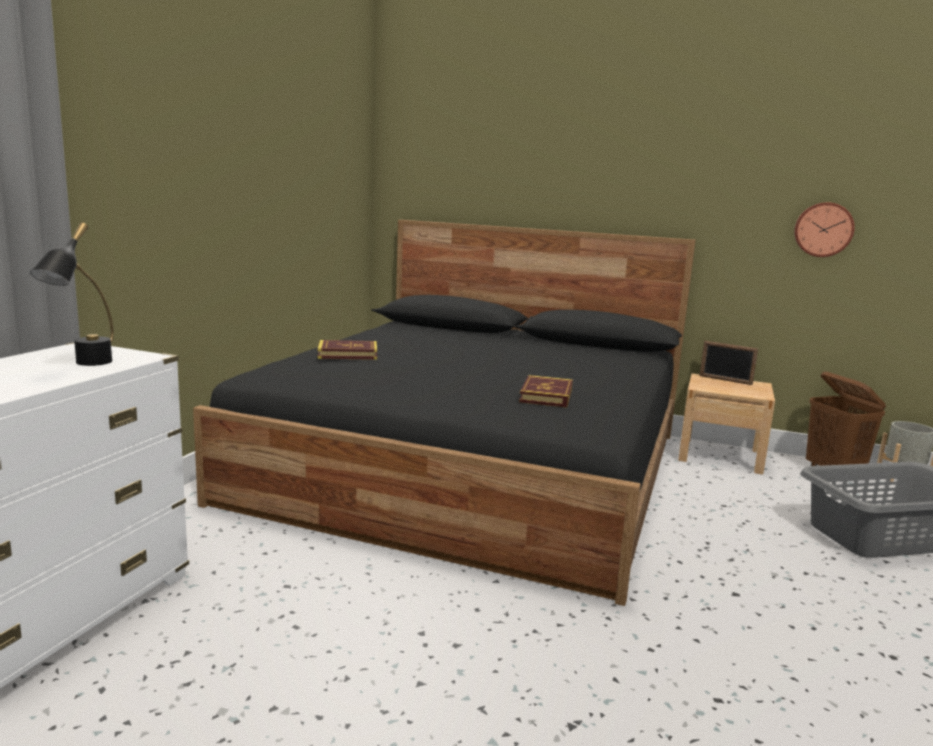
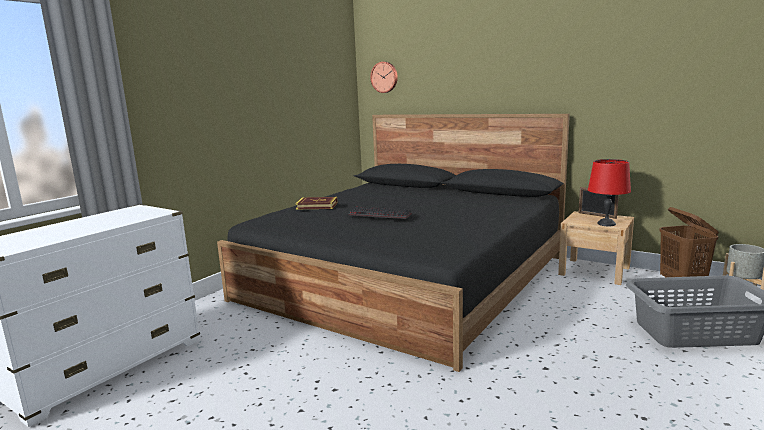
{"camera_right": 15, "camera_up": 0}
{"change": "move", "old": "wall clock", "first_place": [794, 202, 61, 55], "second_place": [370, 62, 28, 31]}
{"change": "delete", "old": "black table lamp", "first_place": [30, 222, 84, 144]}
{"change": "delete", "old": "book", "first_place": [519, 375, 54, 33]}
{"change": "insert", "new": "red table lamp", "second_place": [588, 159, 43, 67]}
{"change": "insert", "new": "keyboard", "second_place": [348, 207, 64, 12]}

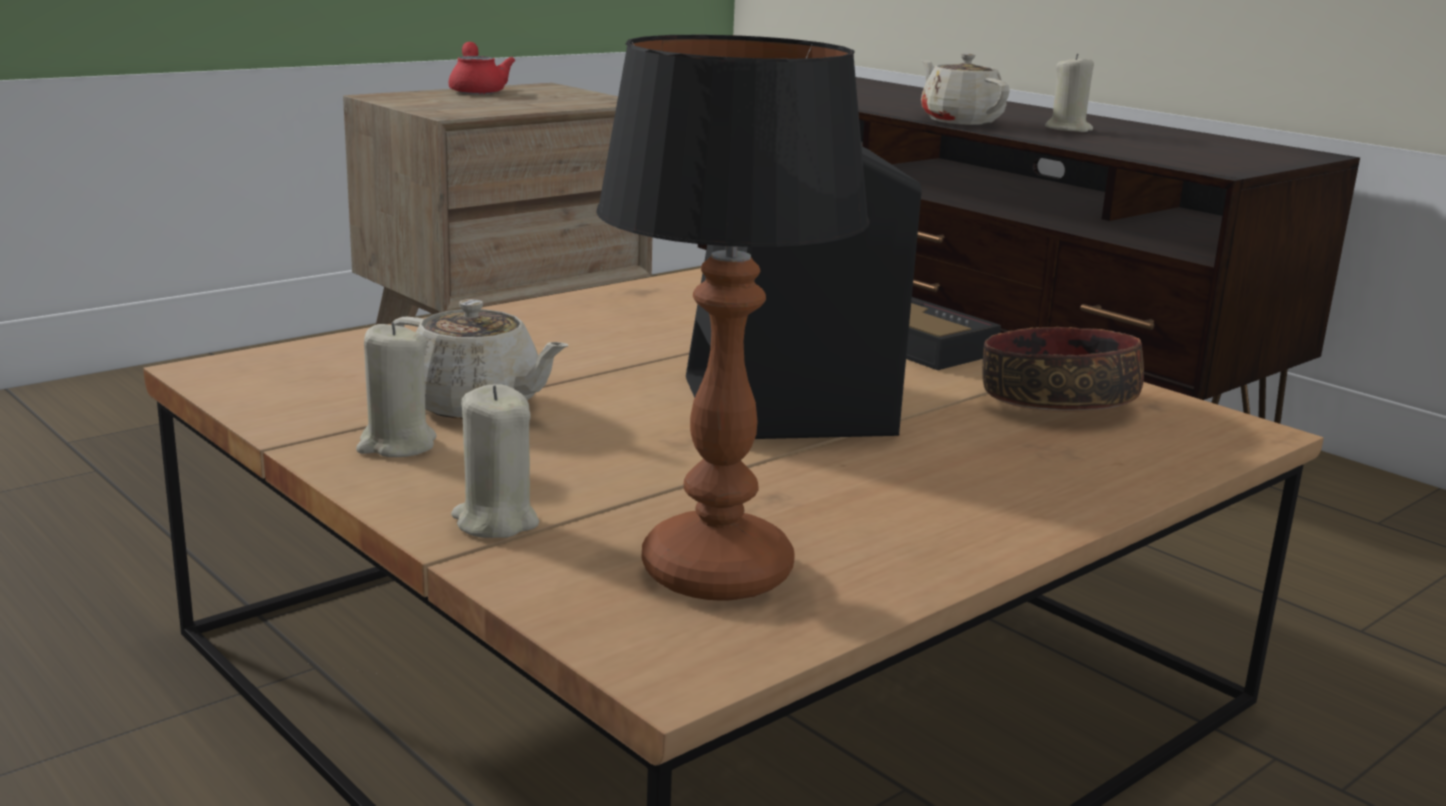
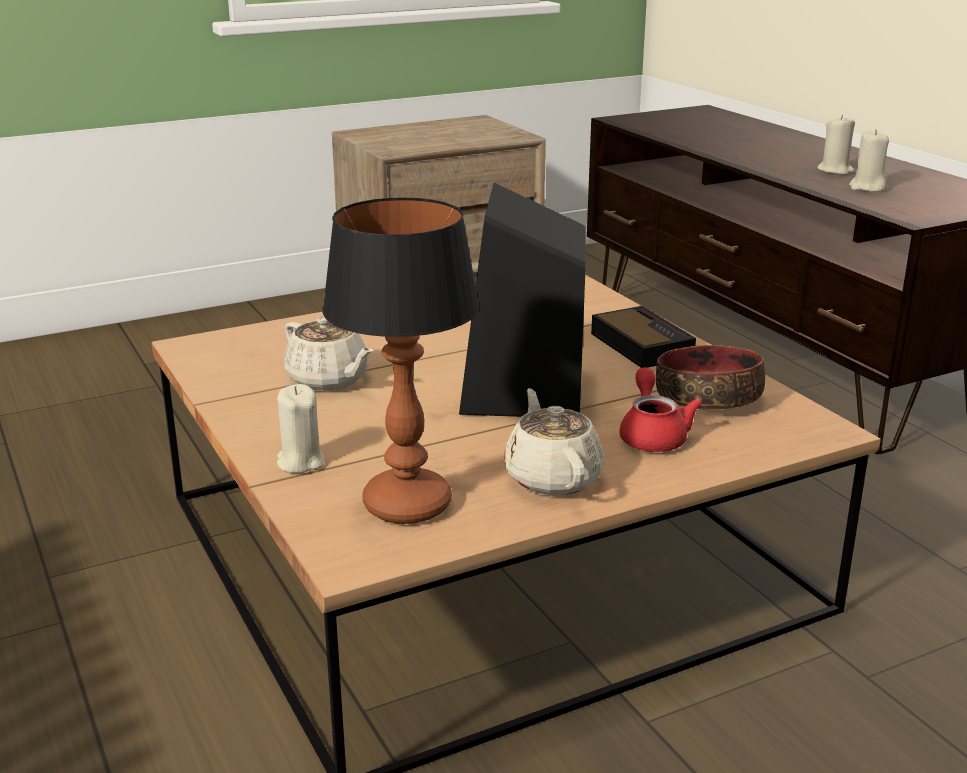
{"camera_right": 15, "camera_up": 5}
{"change": "move", "old": "red teapot", "first_place": [449, 42, 66, 52], "second_place": [620, 367, 82, 85]}
{"change": "move", "old": "beige teapot", "first_place": [921, 53, 89, 72], "second_place": [504, 388, 101, 108]}
{"change": "move", "old": "beige candle", "first_place": [356, 322, 81, 135], "second_place": [849, 129, 40, 63]}

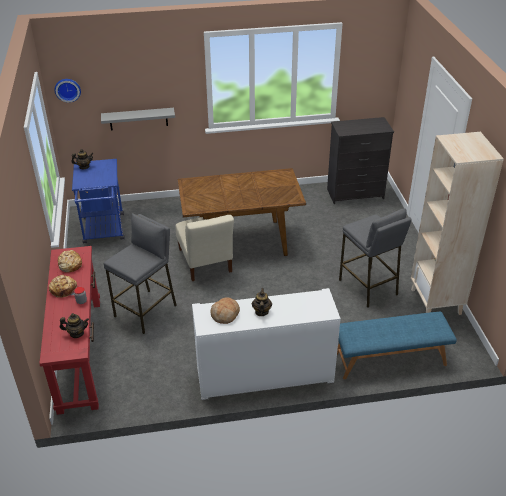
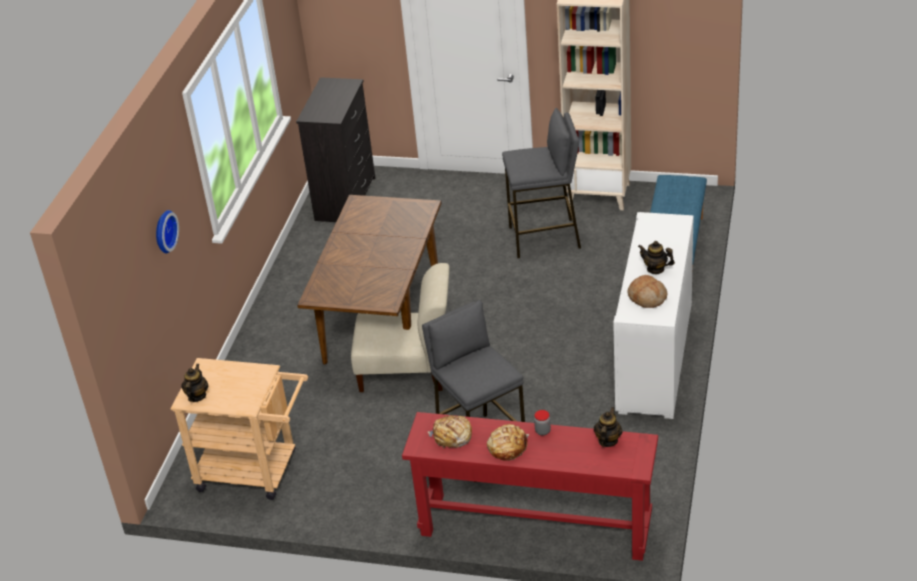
{"camera_right": -65, "camera_up": 0}
{"change": "move", "old": "wall clock", "first_place": [55, 79, 26, 24], "second_place": [156, 210, 23, 44]}
{"change": "delete", "old": "grey shelf", "first_place": [101, 108, 74, 23]}
{"change": "recolor", "old": "blue cart", "new": "beige cart", "first_place": [72, 159, 53, 85], "second_place": [170, 358, 138, 142]}

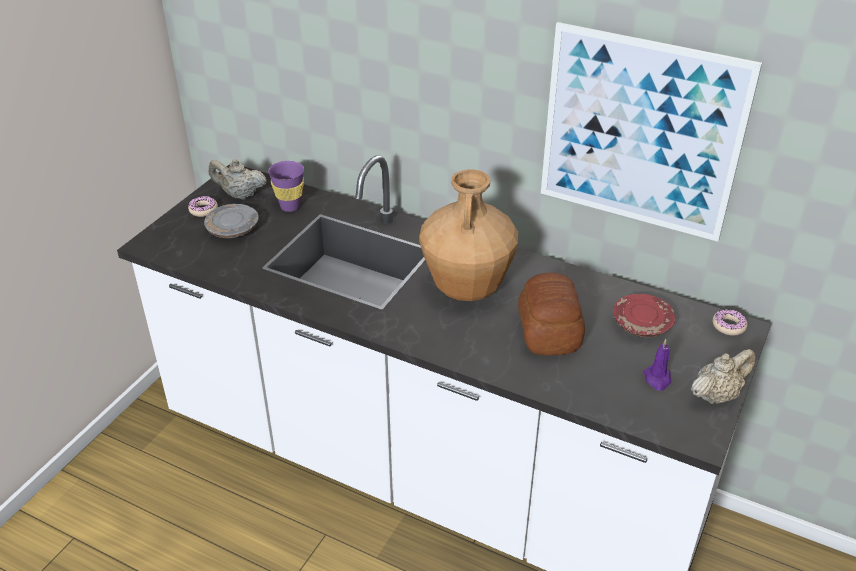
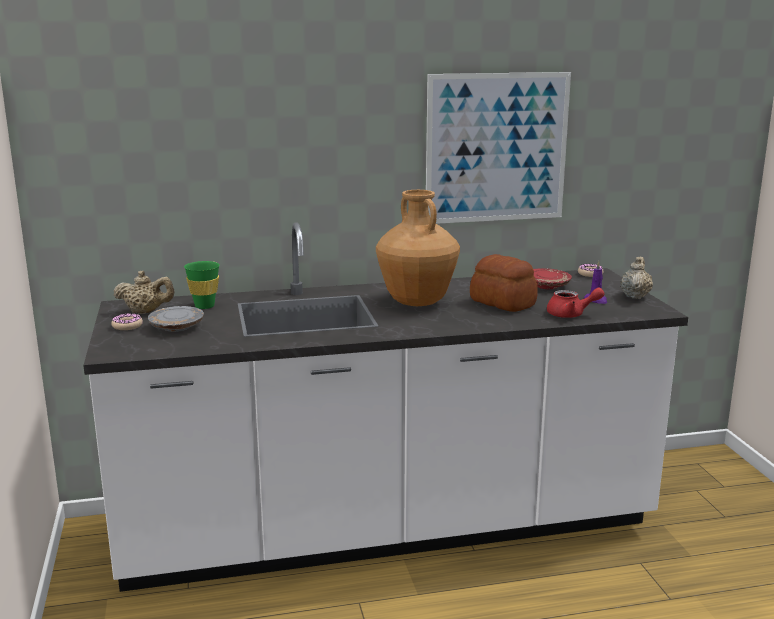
{"camera_right": -40, "camera_up": -20}
{"change": "rotate", "old": "beige teapot", "first_place": [208, 159, 59, 41], "second_place": [113, 271, 61, 43], "degrees": -150}
{"change": "recolor", "old": "purple cup", "new": "green cup", "first_place": [268, 161, 36, 51], "second_place": [184, 261, 36, 48]}
{"change": "insert", "new": "red teapot", "second_place": [547, 288, 57, 30]}

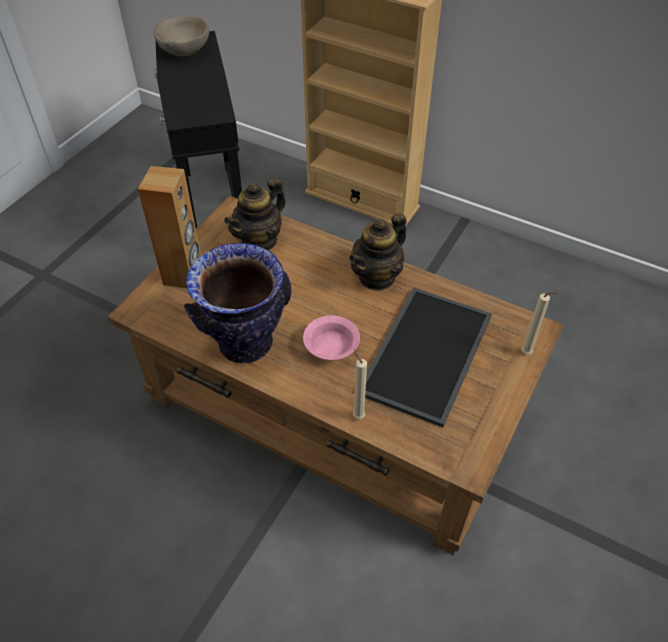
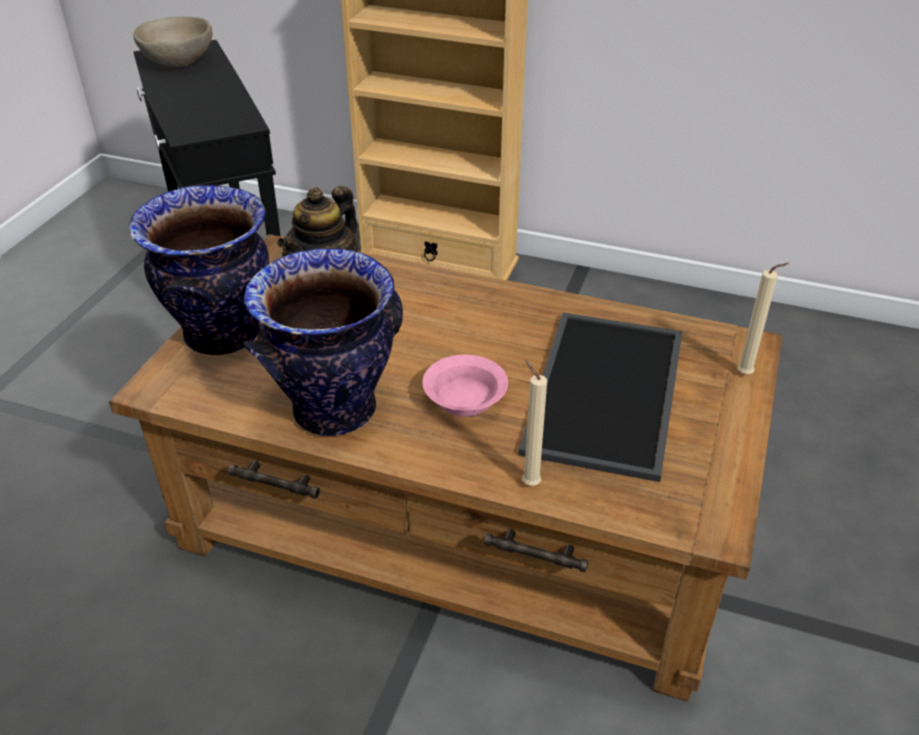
{"camera_right": -10, "camera_up": -10}
{"change": "replace", "old": "brown speaker", "new": "vase", "first_place": [138, 166, 63, 122], "second_place": [129, 185, 140, 170]}
{"change": "delete", "old": "teapot", "first_place": [349, 213, 58, 78]}

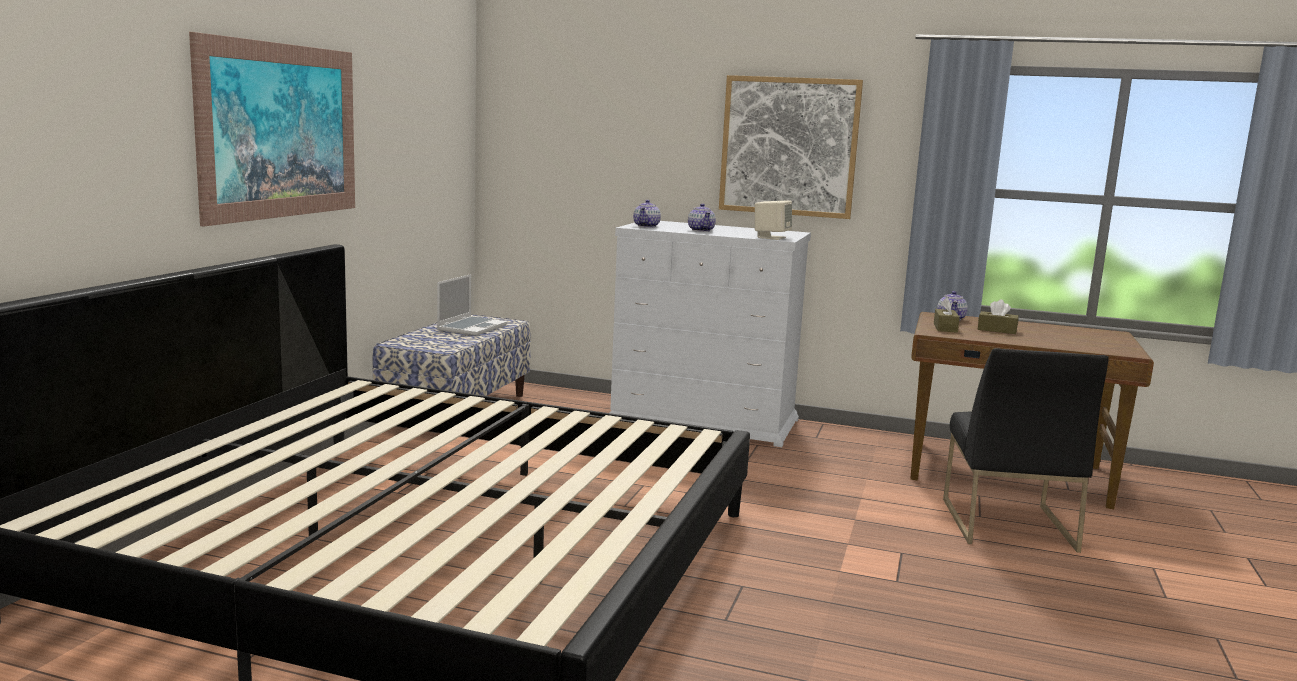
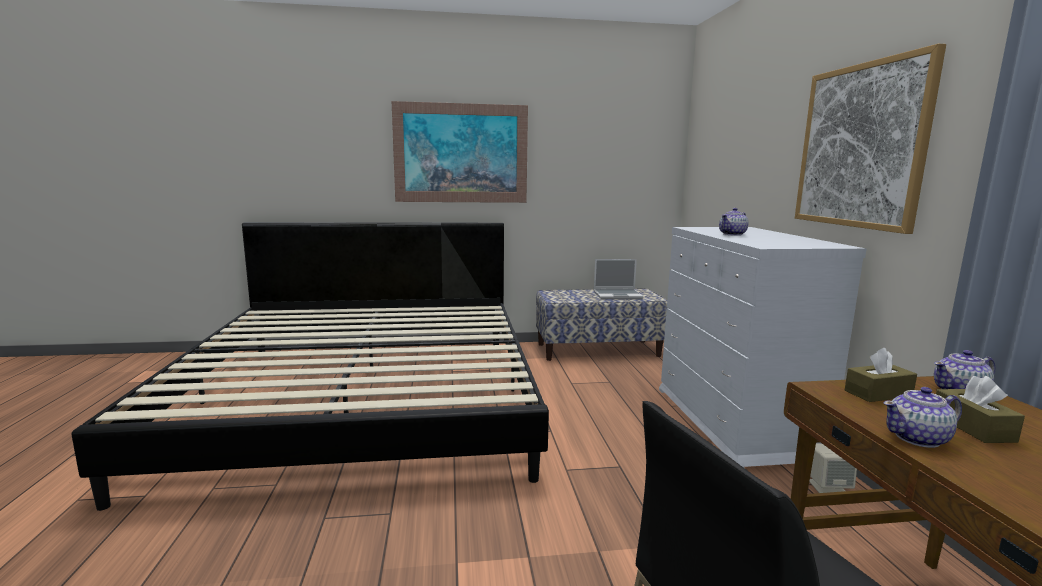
{"camera_right": 65, "camera_up": 0}
{"change": "move", "old": "teapot", "first_place": [633, 200, 28, 28], "second_place": [883, 387, 79, 61]}
{"change": "move", "old": "beige speaker", "first_place": [755, 201, 37, 39], "second_place": [809, 444, 48, 49]}

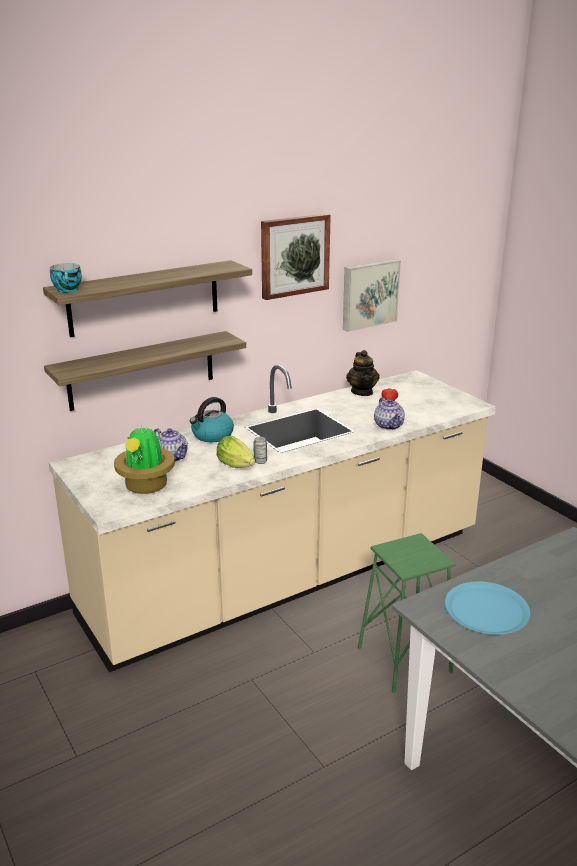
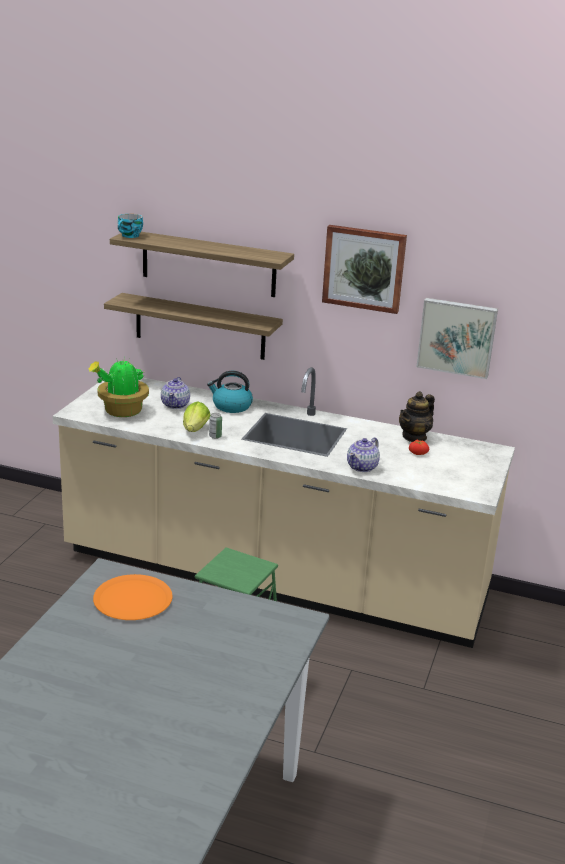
{"camera_right": 50, "camera_up": 0}
{"change": "recolor", "old": "blue plate", "new": "orange plate", "first_place": [445, 582, 85, 52], "second_place": [93, 574, 80, 46]}

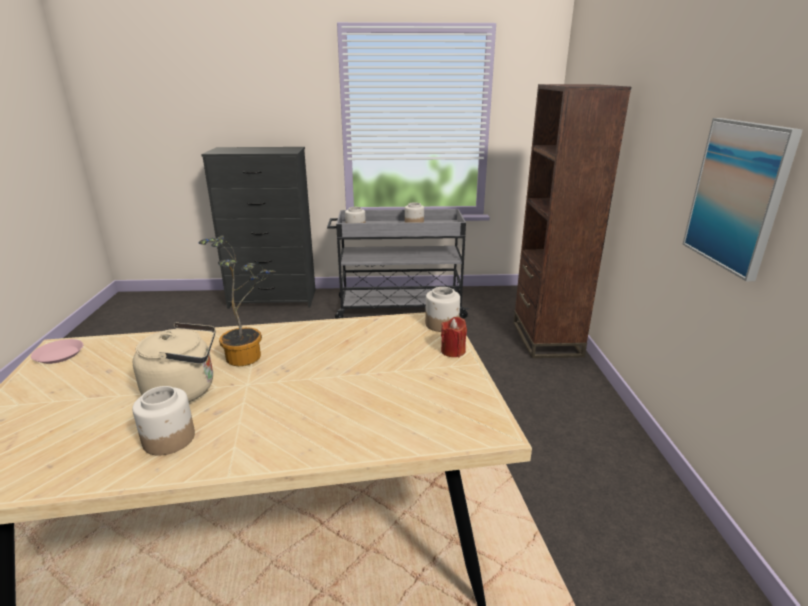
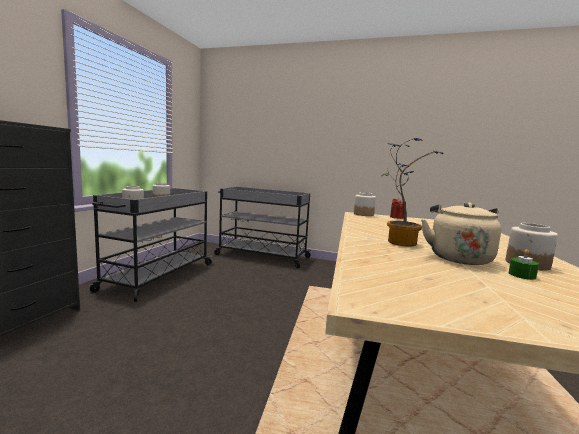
{"camera_right": -70, "camera_up": -15}
{"change": "replace", "old": "brown bookcase", "new": "grey cart", "first_place": [513, 84, 118, 274], "second_place": [214, 187, 98, 81]}
{"change": "delete", "old": "picture", "first_place": [682, 118, 121, 163]}
{"change": "delete", "old": "pink plate", "first_place": [31, 339, 52, 25]}
{"change": "insert", "new": "green candle", "second_place": [509, 249, 30, 31]}

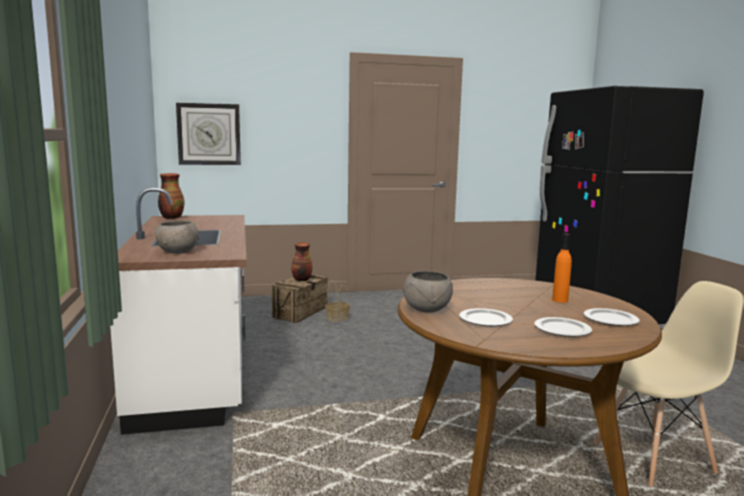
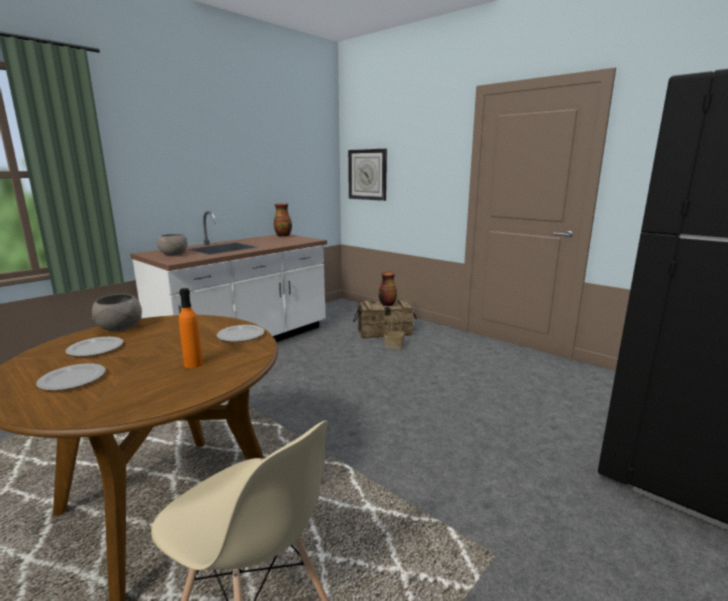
{"camera_right": 55, "camera_up": 5}
{"change": "move", "old": "plate", "first_place": [584, 308, 56, 18], "second_place": [217, 325, 48, 17]}

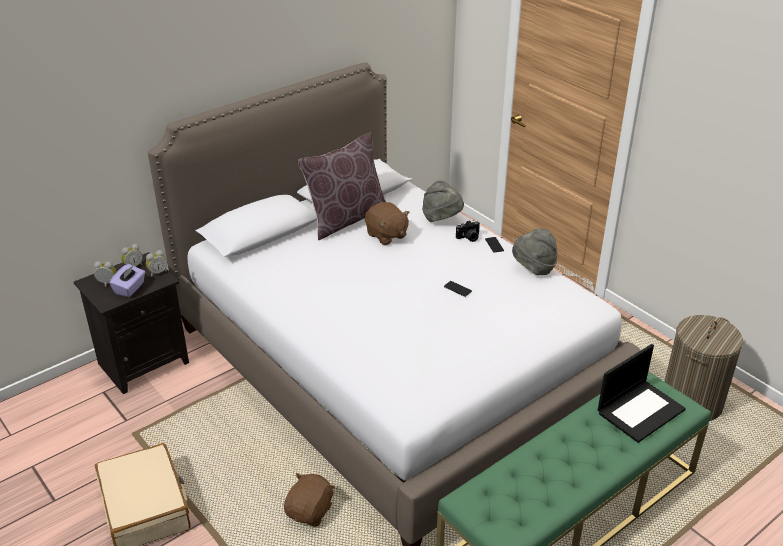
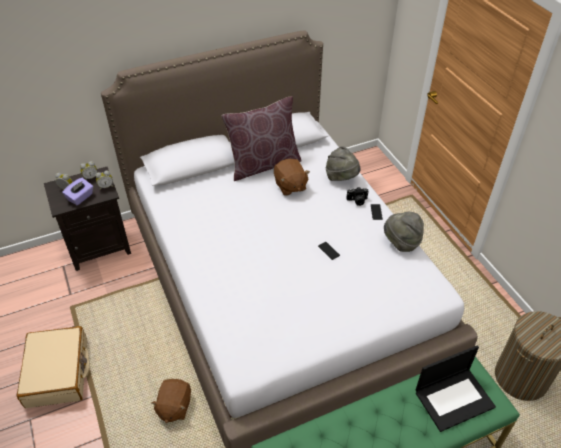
{"camera_right": 15, "camera_up": 10}
{"change": "rotate", "old": "brown plush toy", "first_place": [284, 473, 51, 53], "second_place": [151, 379, 40, 44], "degrees": 150}

